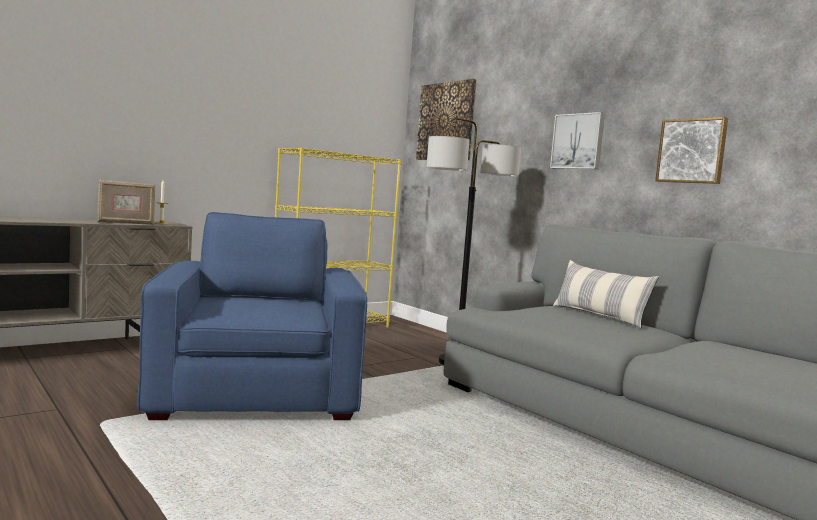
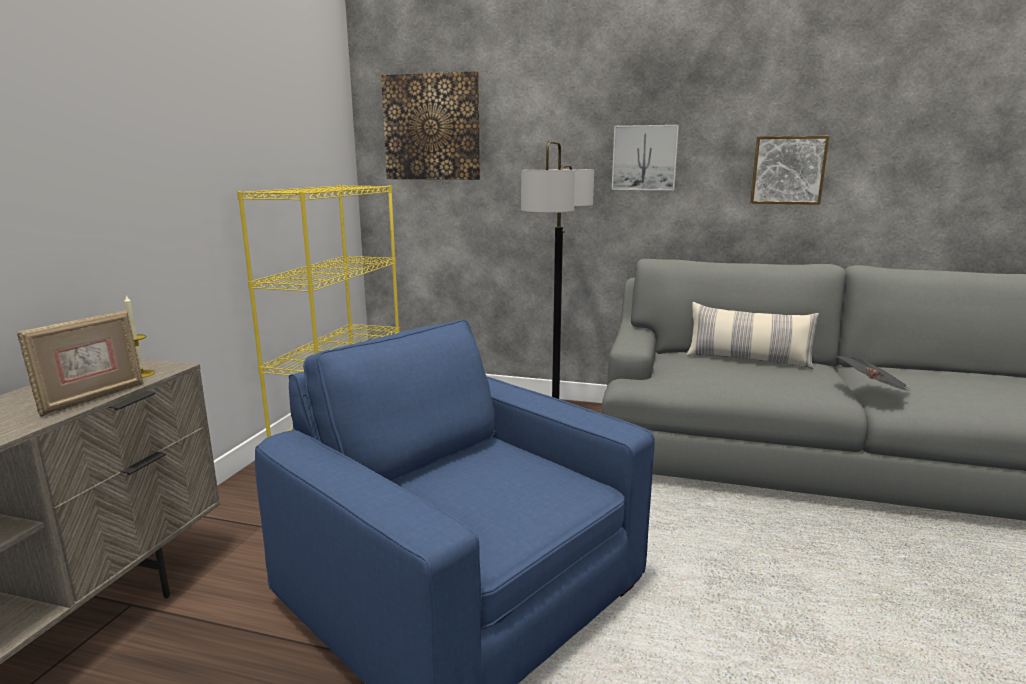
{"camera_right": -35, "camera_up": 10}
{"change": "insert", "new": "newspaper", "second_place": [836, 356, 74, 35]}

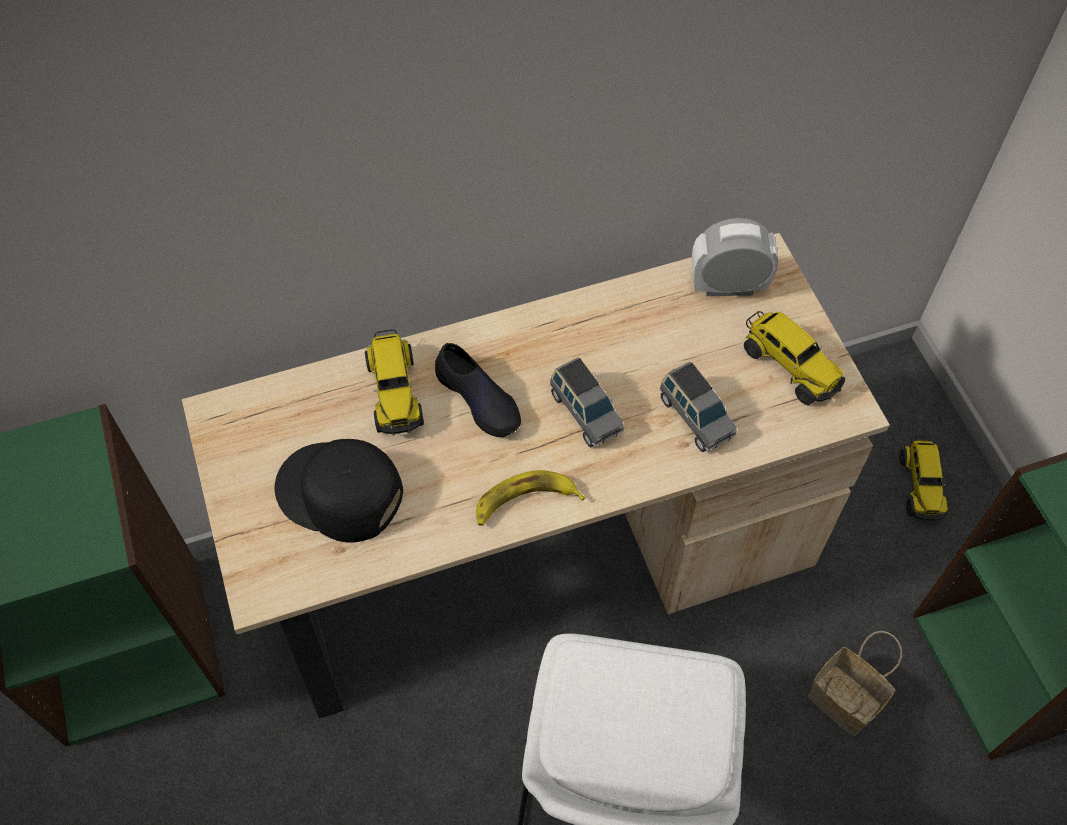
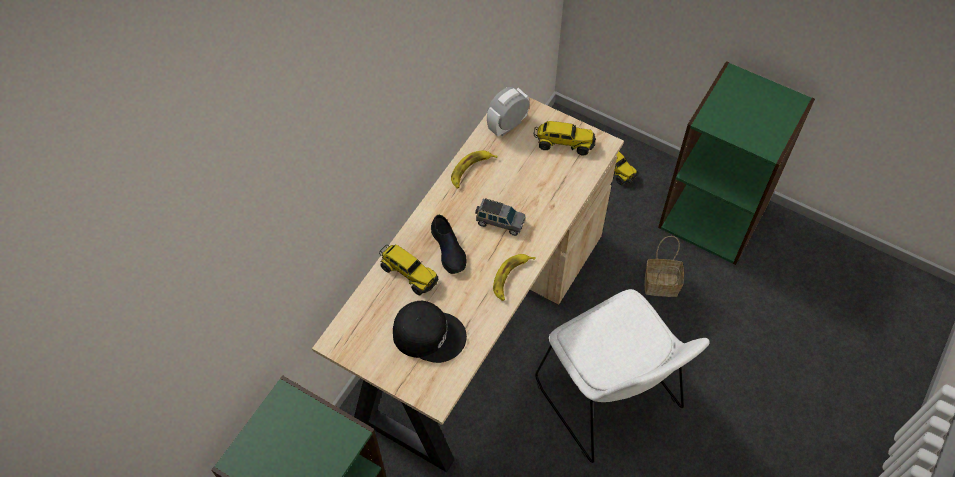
{"camera_right": -40, "camera_up": 0}
{"change": "rotate", "old": "black shoe", "first_place": [435, 343, 86, 94], "second_place": [431, 215, 35, 59], "degrees": 60}
{"change": "delete", "old": "grey toy car", "first_place": [660, 362, 77, 90]}
{"change": "rotate", "old": "black cap", "first_place": [275, 439, 128, 103], "second_place": [393, 301, 74, 62], "degrees": -150}
{"change": "insert", "new": "banana", "second_place": [451, 151, 47, 38]}

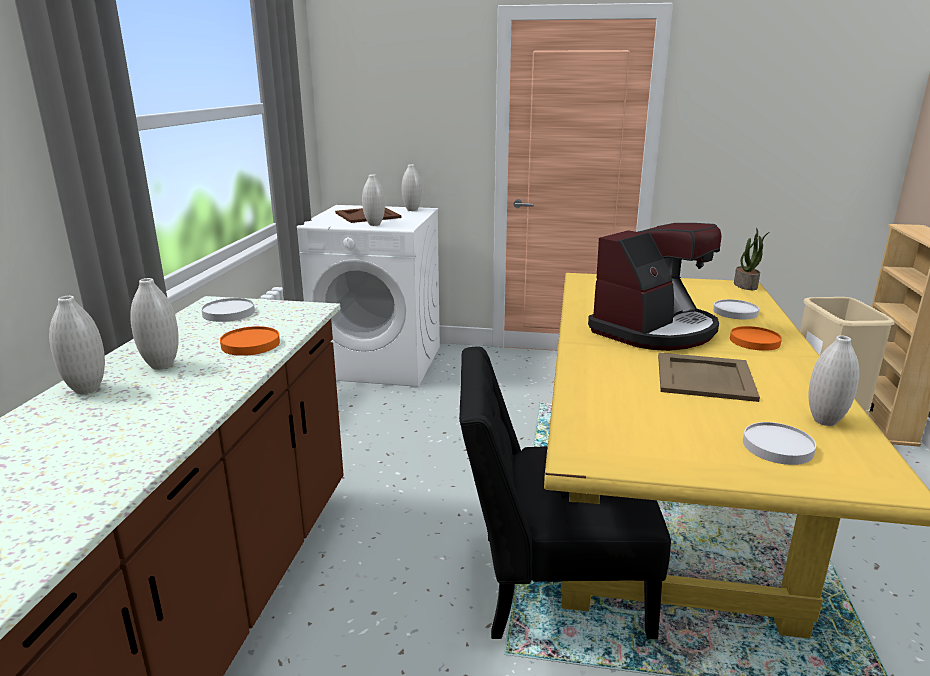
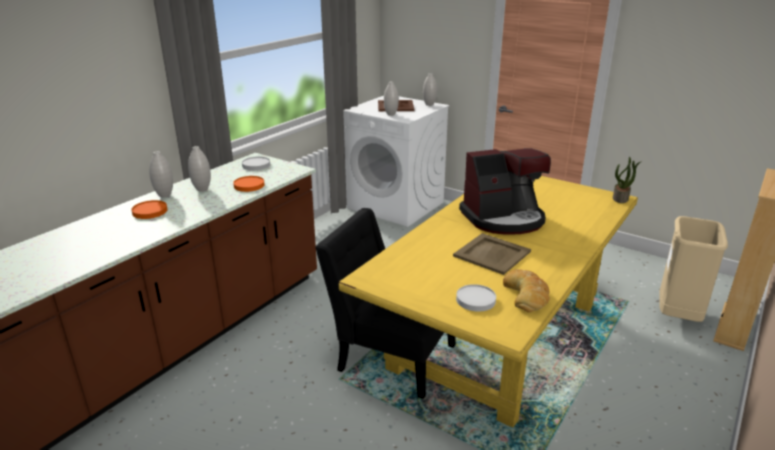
{"camera_right": 25, "camera_up": 5}
{"change": "delete", "old": "white plate", "first_place": [713, 299, 46, 20]}
{"change": "move", "old": "orange plate", "first_place": [730, 326, 52, 25], "second_place": [131, 200, 37, 19]}
{"change": "replace", "old": "white vase", "new": "bread", "first_place": [808, 335, 51, 91], "second_place": [503, 269, 47, 44]}

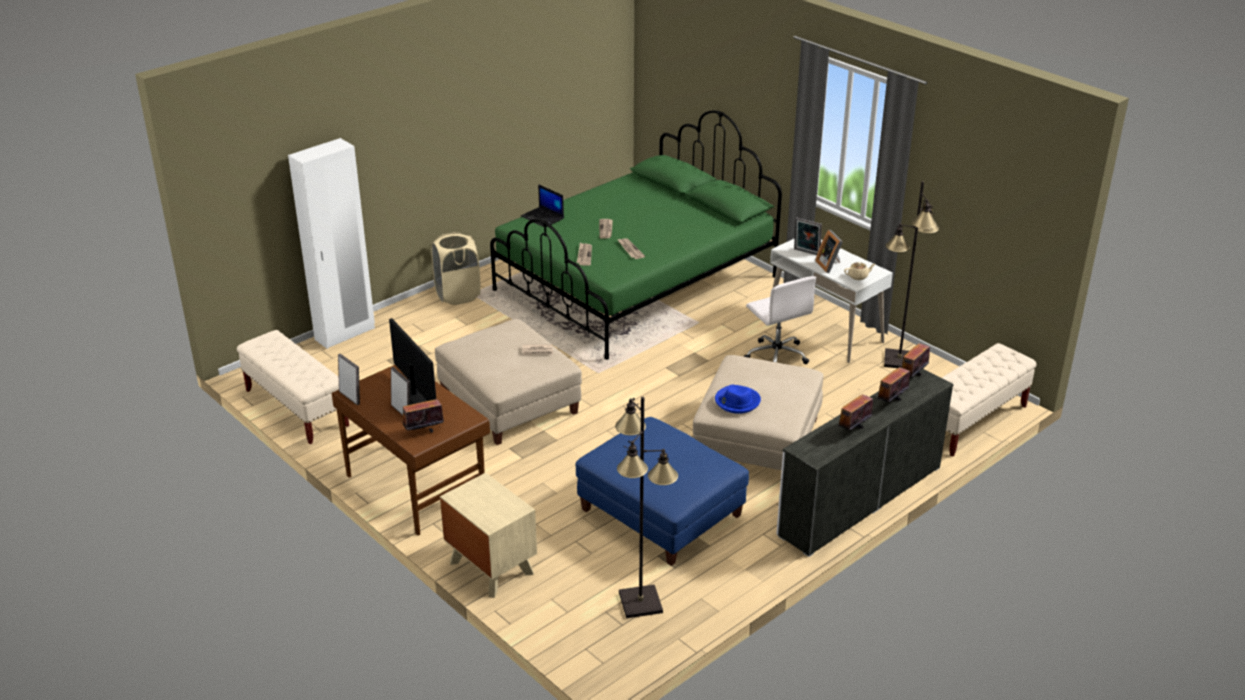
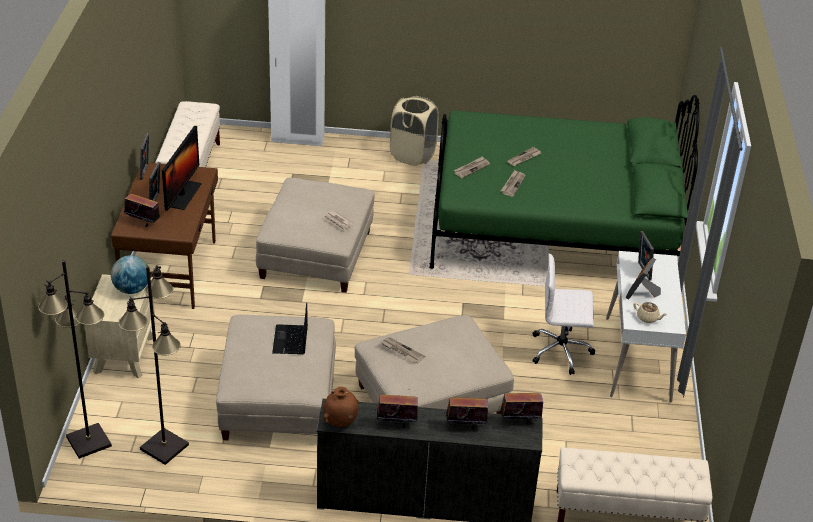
{"camera_right": 45, "camera_up": 5}
{"change": "move", "old": "black floor lamp", "first_place": [884, 181, 55, 187], "second_place": [38, 260, 74, 199]}
{"change": "move", "old": "laptop", "first_place": [521, 184, 43, 43], "second_place": [272, 302, 36, 52]}
{"change": "rotate", "old": "white office chair", "first_place": [743, 276, 73, 88], "second_place": [533, 253, 62, 122], "degrees": 75}
{"change": "replace", "old": "blue hat", "new": "newspaper", "first_place": [715, 385, 46, 29], "second_place": [380, 337, 45, 27]}
{"change": "recolor", "old": "blue ottoman", "new": "beige ottoman", "first_place": [575, 417, 174, 149], "second_place": [216, 315, 120, 125]}
{"change": "insert", "new": "globe", "second_place": [111, 255, 37, 39]}
{"change": "insert", "new": "brown vase", "second_place": [323, 387, 36, 40]}

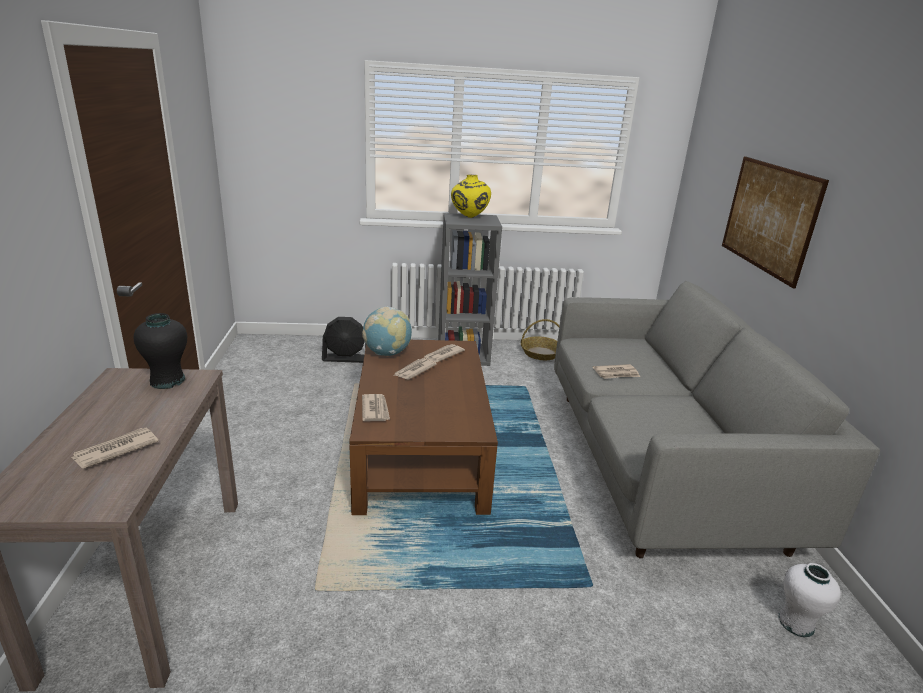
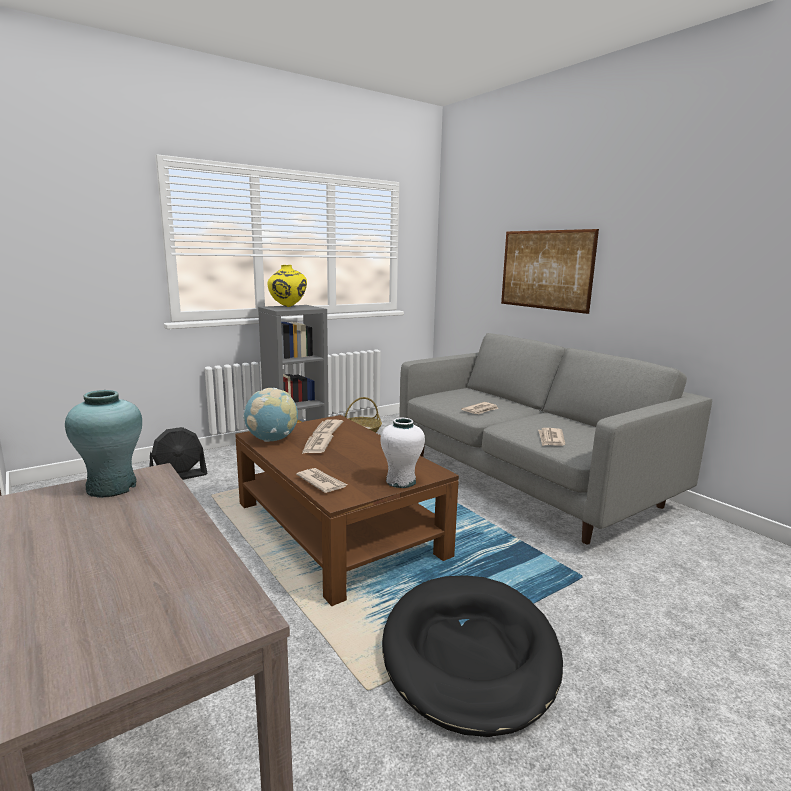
{"camera_right": -30, "camera_up": -10}
{"change": "recolor", "old": "black vase", "new": "turquoise vase", "first_place": [134, 313, 53, 76], "second_place": [65, 390, 77, 108]}
{"change": "move", "old": "newspaper", "first_place": [71, 428, 87, 40], "second_place": [538, 428, 27, 18]}
{"change": "move", "old": "white vase", "first_place": [778, 563, 63, 74], "second_place": [380, 418, 45, 70]}
{"change": "insert", "new": "black dog bed", "second_place": [382, 575, 181, 162]}

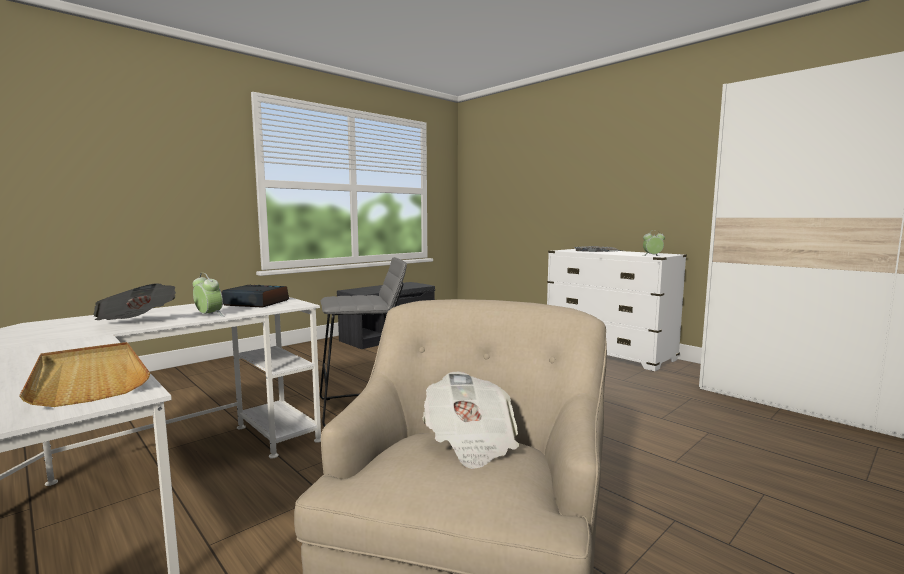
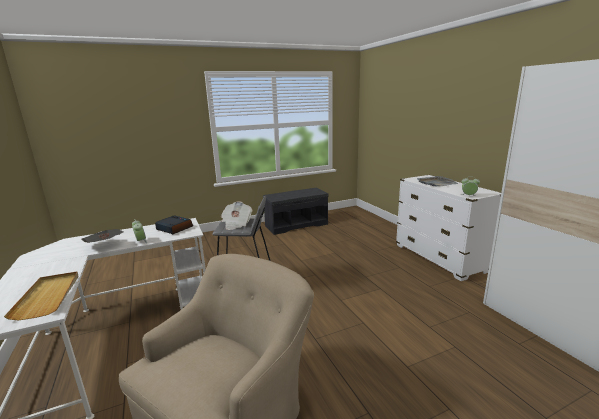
{"camera_right": 20, "camera_up": 10}
{"change": "move", "old": "newspaper", "first_place": [422, 371, 97, 98], "second_place": [221, 201, 31, 29]}

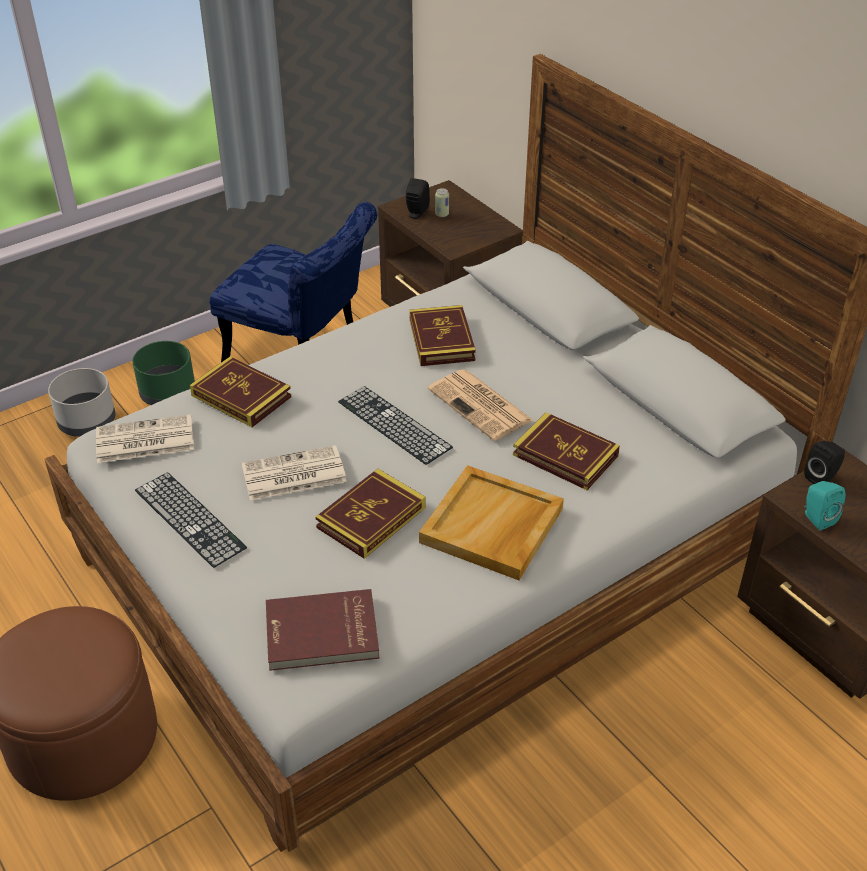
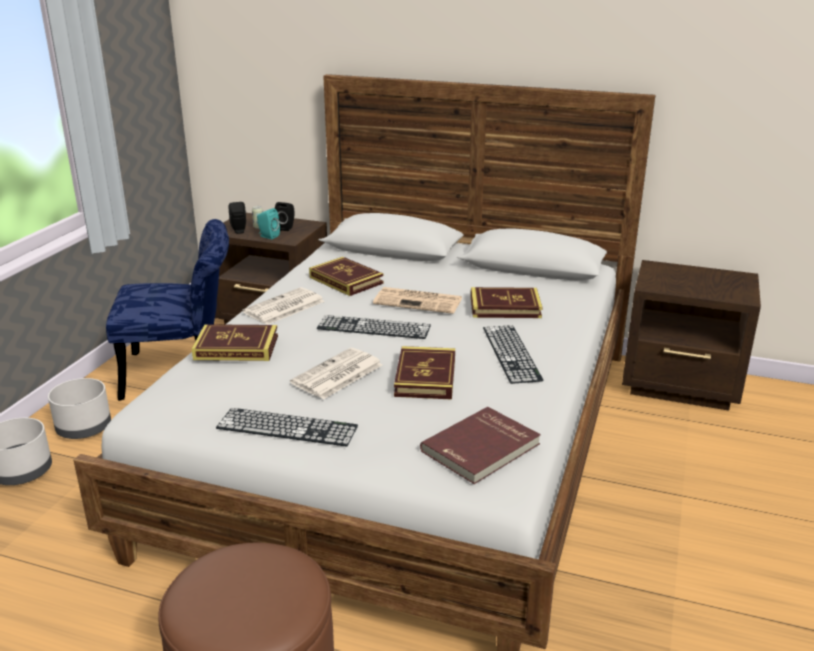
{"camera_right": -35, "camera_up": -15}
{"change": "recolor", "old": "green planter", "new": "grey planter", "first_place": [132, 341, 63, 64], "second_place": [48, 378, 63, 61]}
{"change": "move", "old": "newspaper", "first_place": [96, 414, 98, 49], "second_place": [243, 287, 82, 38]}
{"change": "move", "old": "black speaker", "first_place": [804, 441, 41, 43], "second_place": [275, 202, 19, 29]}
{"change": "replace", "old": "beige tray", "new": "keyboard", "first_place": [419, 465, 145, 115], "second_place": [483, 325, 60, 59]}
{"change": "move", "old": "turquoise speaker", "first_place": [804, 481, 42, 49], "second_place": [257, 208, 23, 31]}

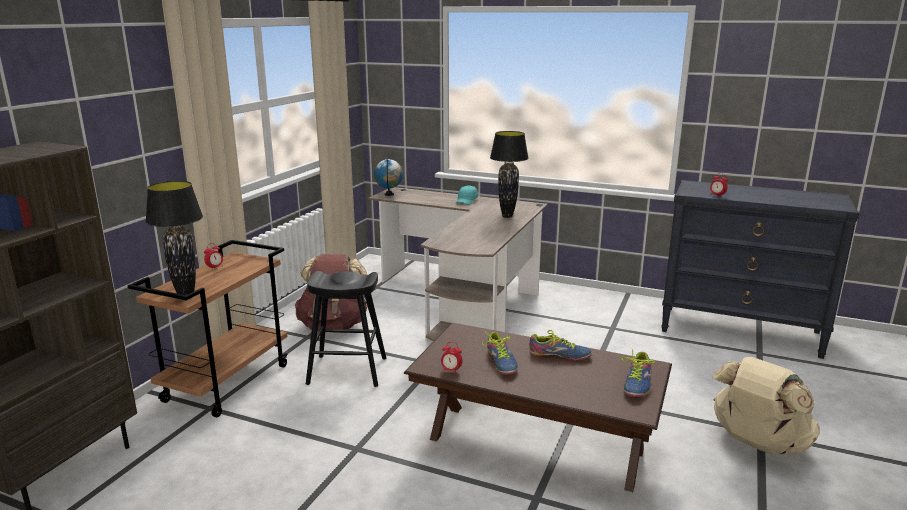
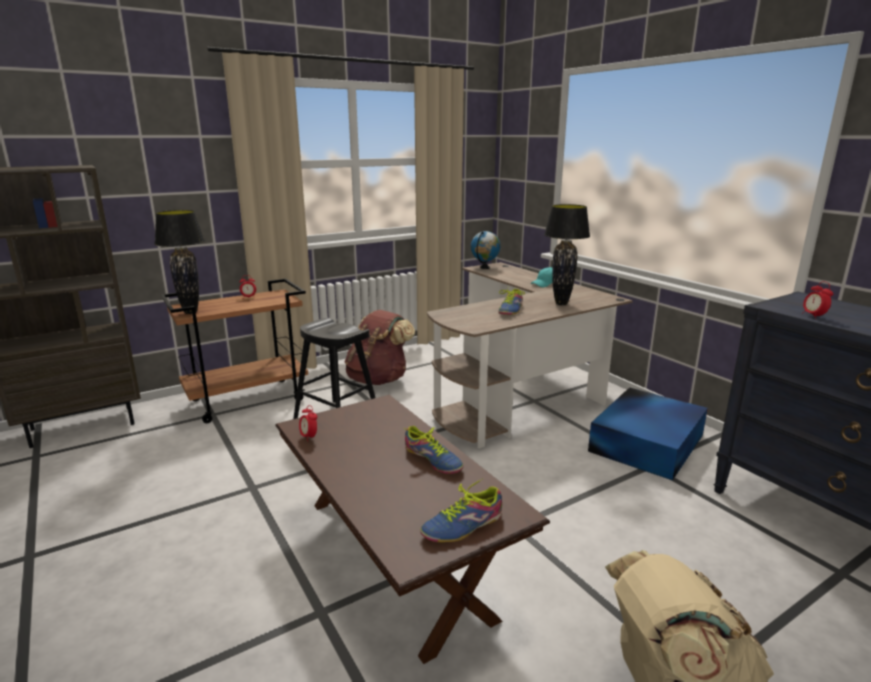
{"camera_right": 35, "camera_up": 0}
{"change": "move", "old": "shoe", "first_place": [482, 332, 36, 43], "second_place": [498, 286, 27, 29]}
{"change": "insert", "new": "blue storage box", "second_place": [588, 387, 120, 94]}

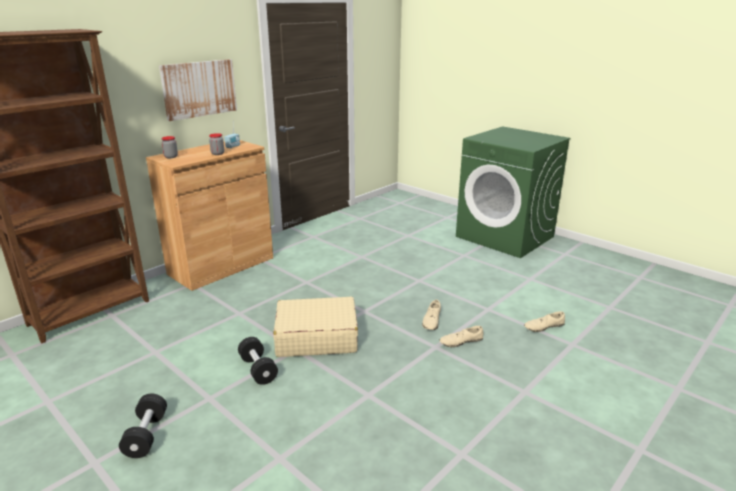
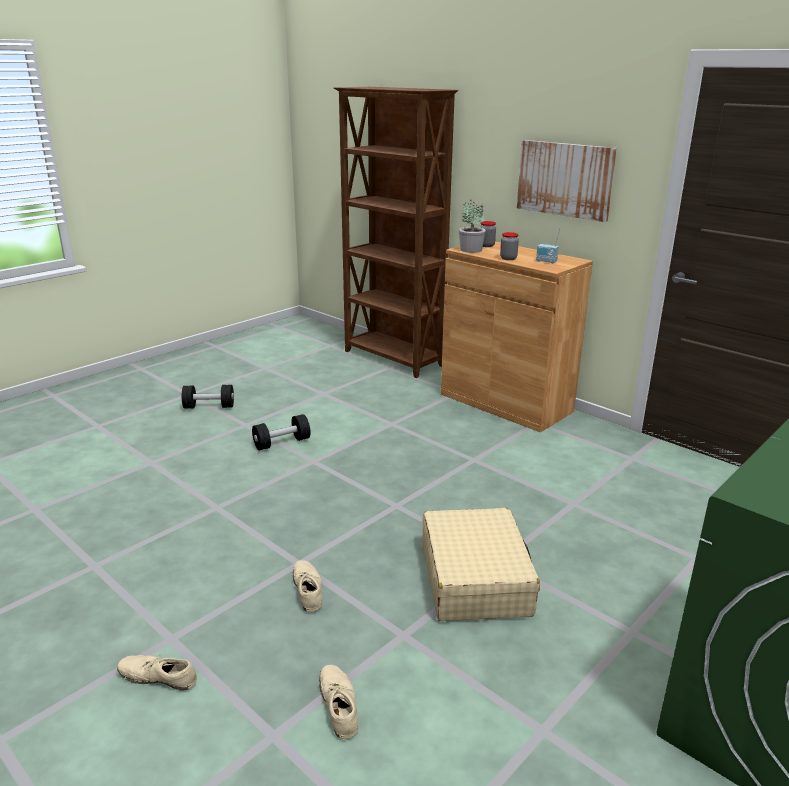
{"camera_right": 90, "camera_up": 0}
{"change": "move", "old": "beige suitcase", "first_place": [273, 296, 85, 61], "second_place": [422, 508, 118, 113]}
{"change": "move", "old": "beige shoe", "first_place": [422, 300, 19, 30], "second_place": [117, 655, 80, 35]}
{"change": "insert", "new": "potted plant", "second_place": [459, 200, 27, 53]}

